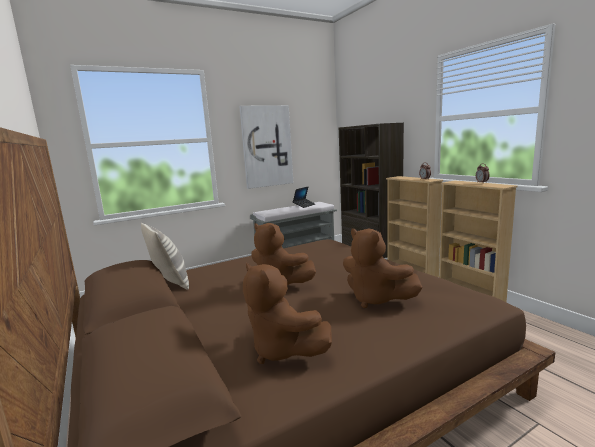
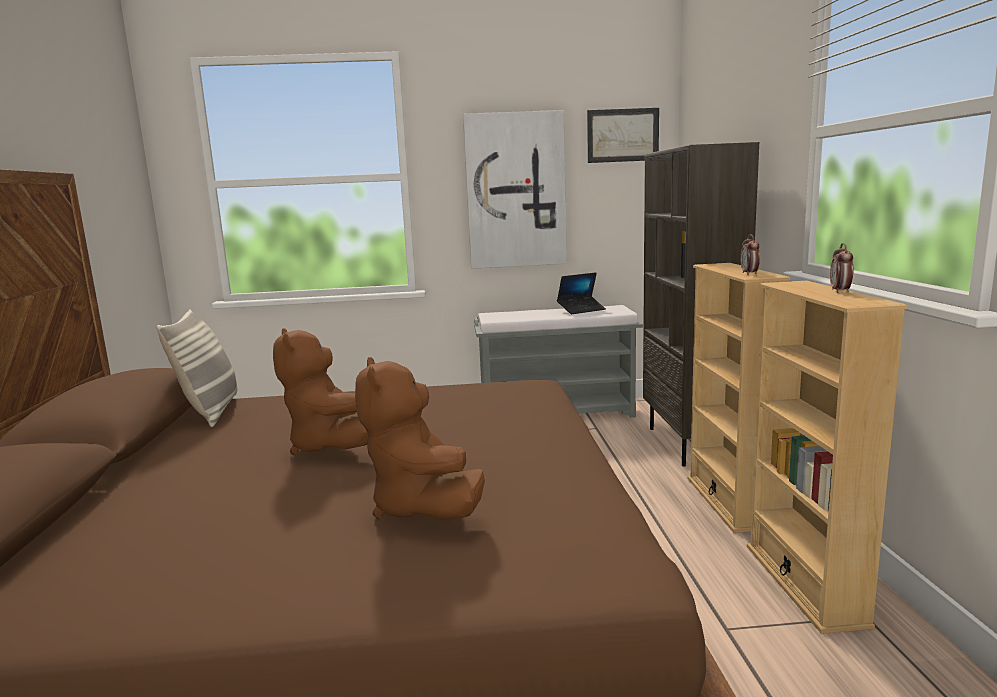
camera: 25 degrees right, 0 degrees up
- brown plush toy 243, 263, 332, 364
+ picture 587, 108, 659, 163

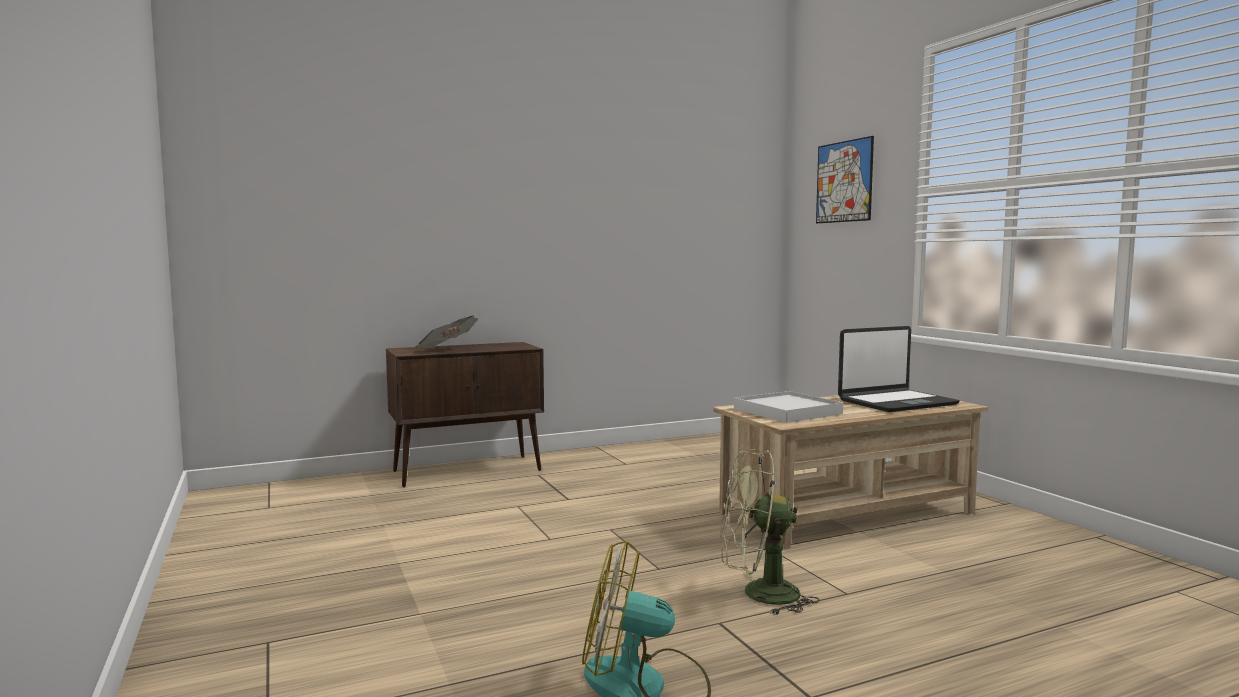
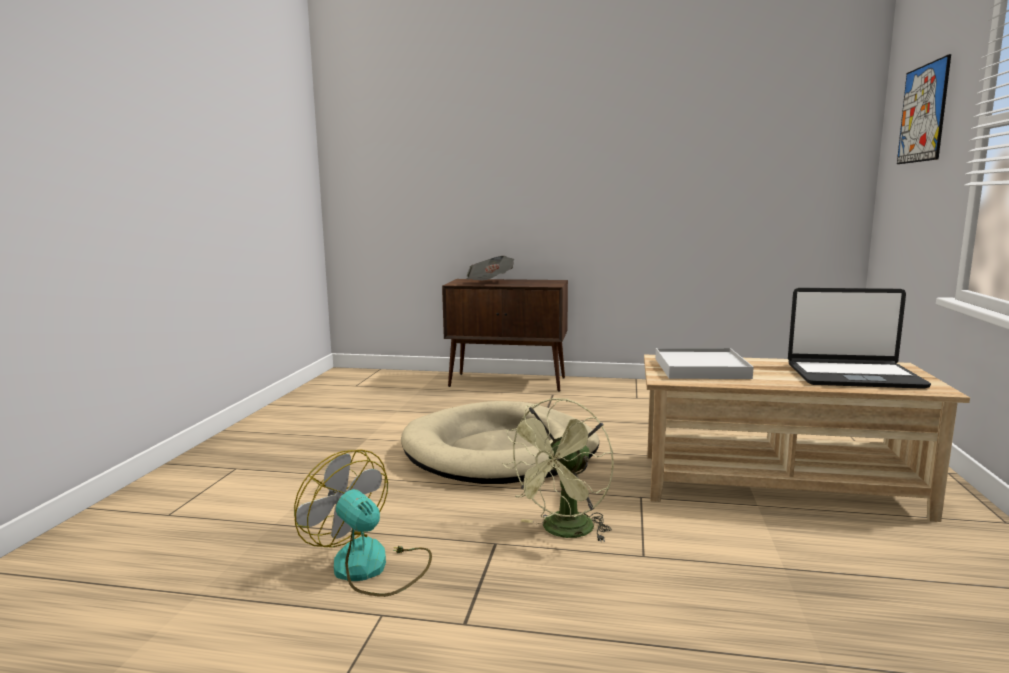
camera: 35 degrees right, 5 degrees up
~ green fan 720, 449, 820, 616 = 502, 398, 614, 542 90 degrees counterclockwise
+ beige dog bed 401, 401, 599, 484

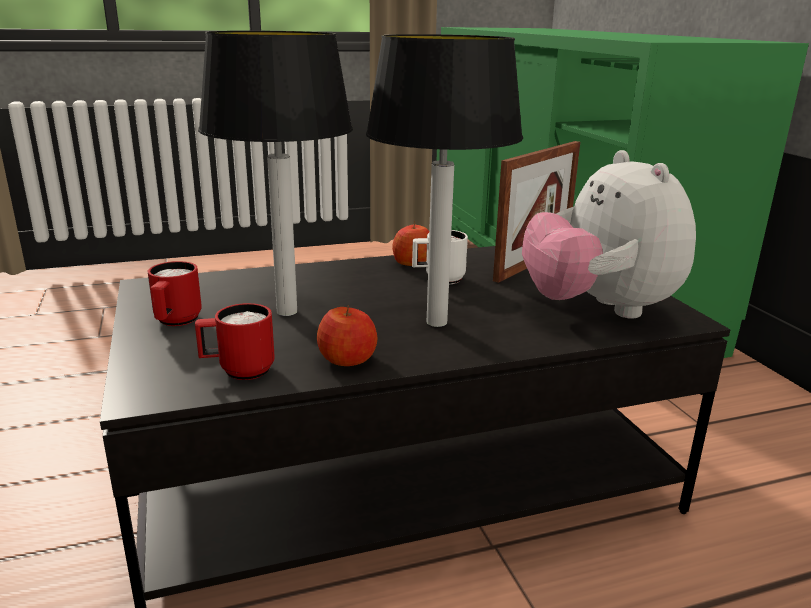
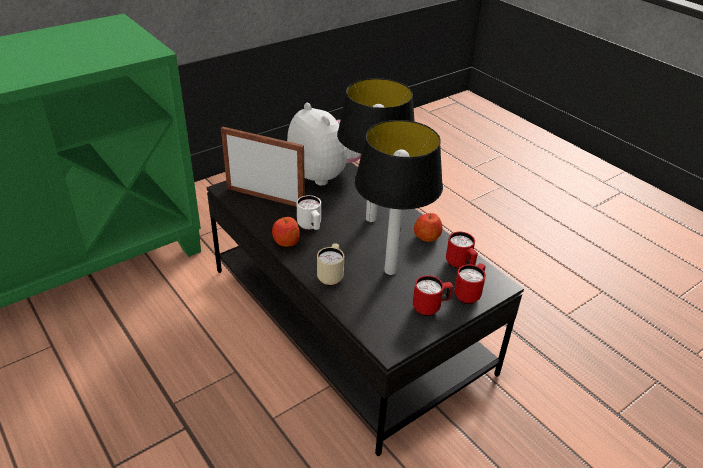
camera: 110 degrees left, 15 degrees up
~ plush toy 522, 150, 696, 319 = 287, 103, 361, 186 90 degrees counterclockwise
+ beige mug 317, 243, 344, 286
+ red mug 454, 263, 486, 304

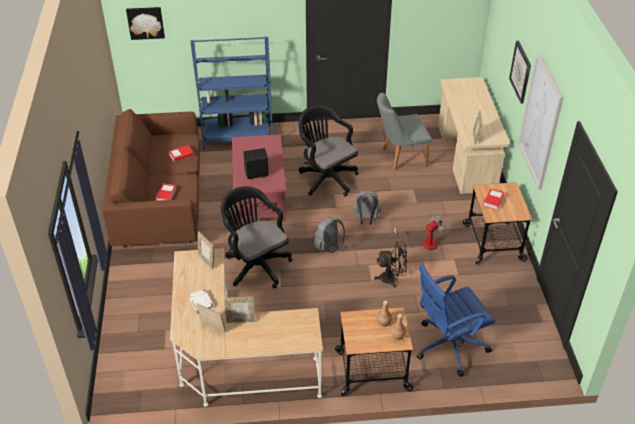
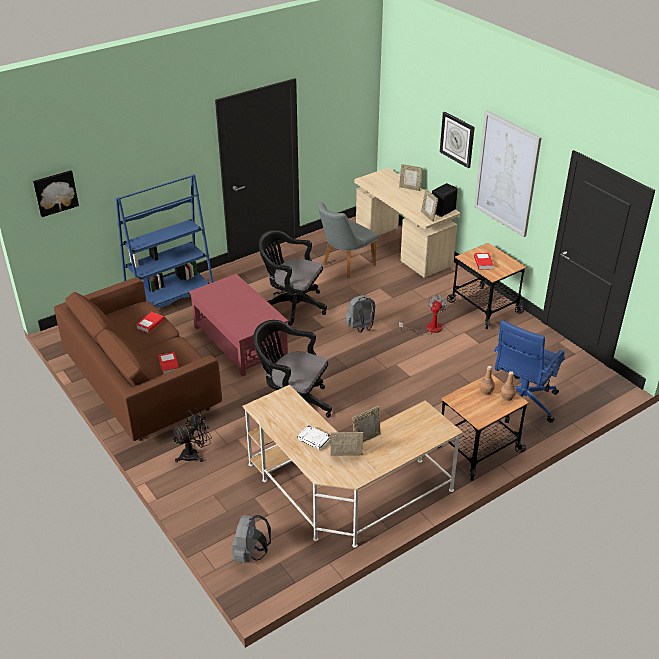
camera: 30 degrees left, 5 degrees down
~ black speaker 243, 148, 270, 179 to 432, 183, 458, 217
~ grey backpack 314, 217, 345, 253 to 232, 515, 271, 563
~ picture frame 198, 231, 214, 269 to 399, 164, 422, 191
~ black fan 374, 242, 408, 288 to 172, 408, 212, 462

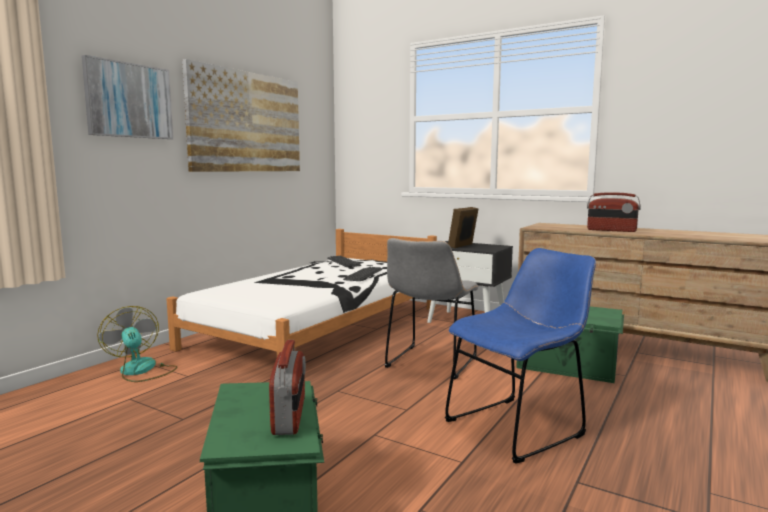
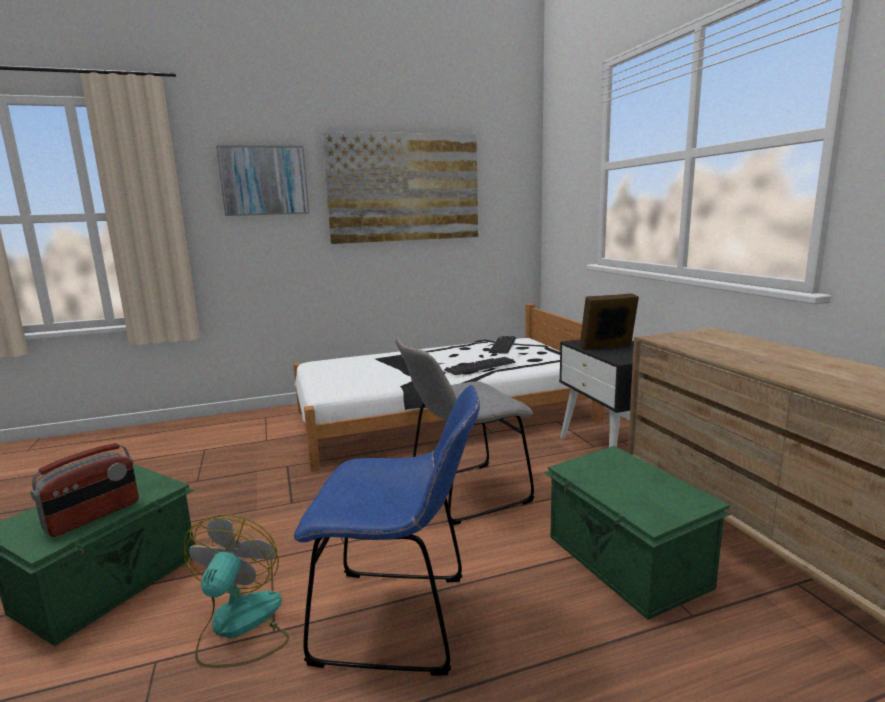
camera: 40 degrees right, 5 degrees up
- radio 587, 192, 641, 232
~ fan 97, 306, 178, 382 to 184, 514, 289, 668

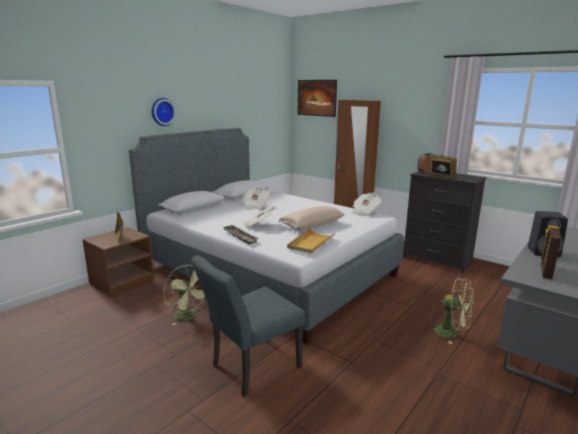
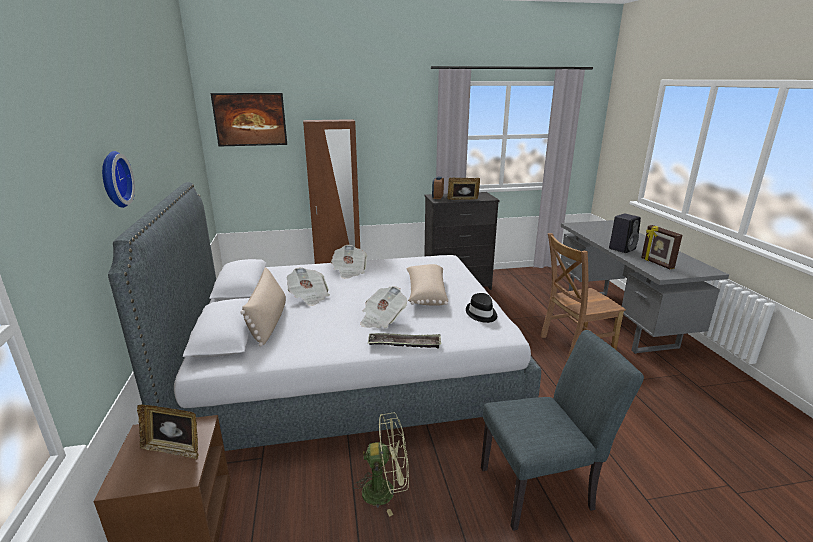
camera: 50 degrees left, 5 degrees up
~ newspaper 352, 193, 382, 215 to 331, 245, 367, 279
~ beige tray 287, 228, 336, 254 to black hat 466, 293, 497, 323
~ grey chair 191, 255, 305, 397 = 481, 330, 644, 531 105 degrees counterclockwise
~ green fan 430, 278, 474, 344 to brown chair 540, 233, 626, 360
+ beige pillow 240, 267, 286, 347

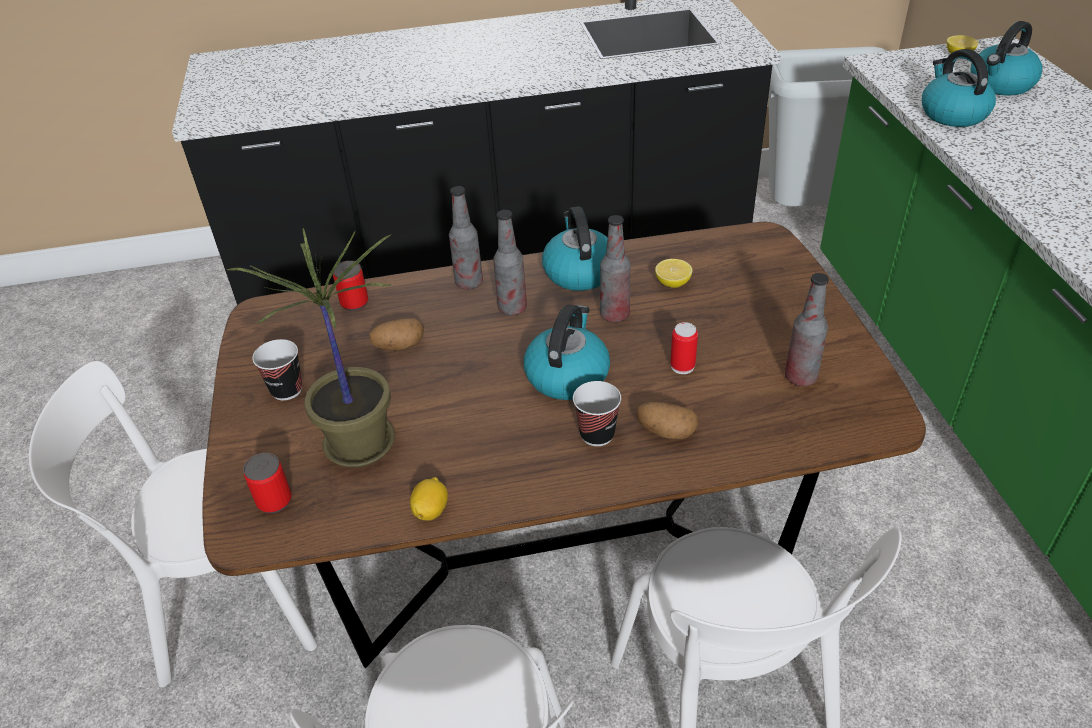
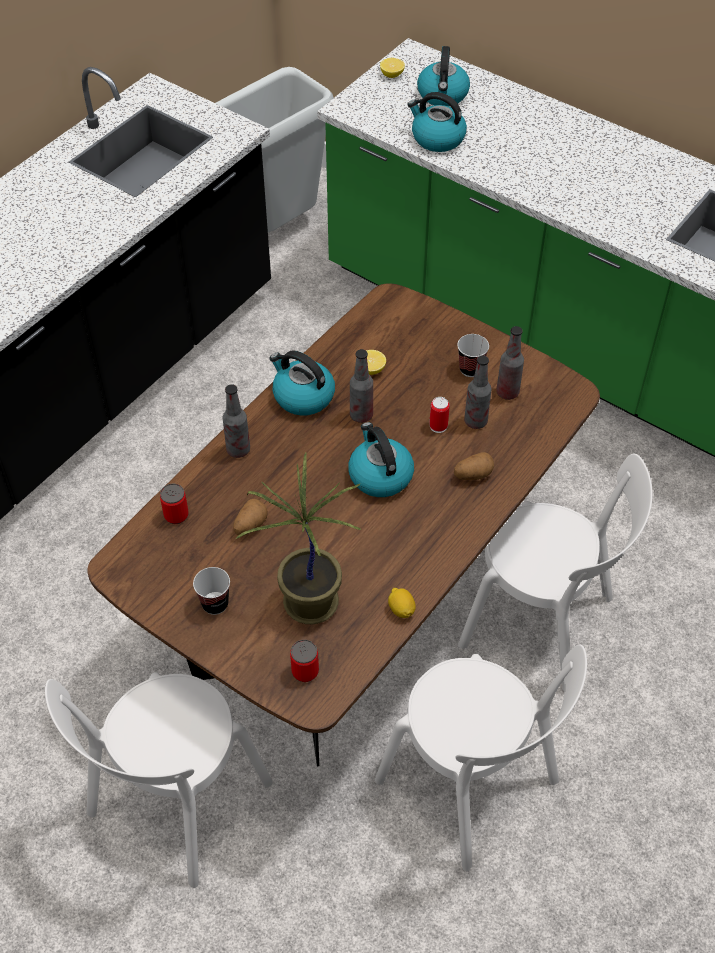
camera: 45 degrees left, 10 degrees up
~ bottle 493, 210, 527, 315 to 464, 355, 492, 429
~ cup 573, 381, 621, 446 to 457, 334, 489, 377

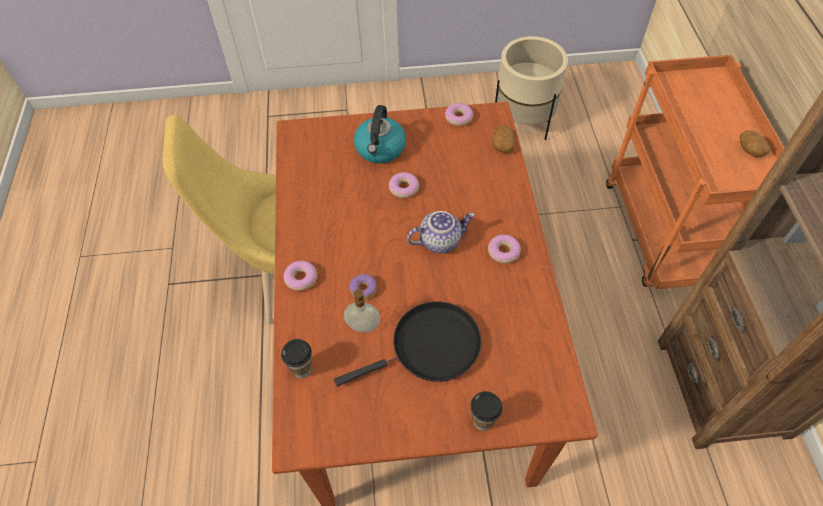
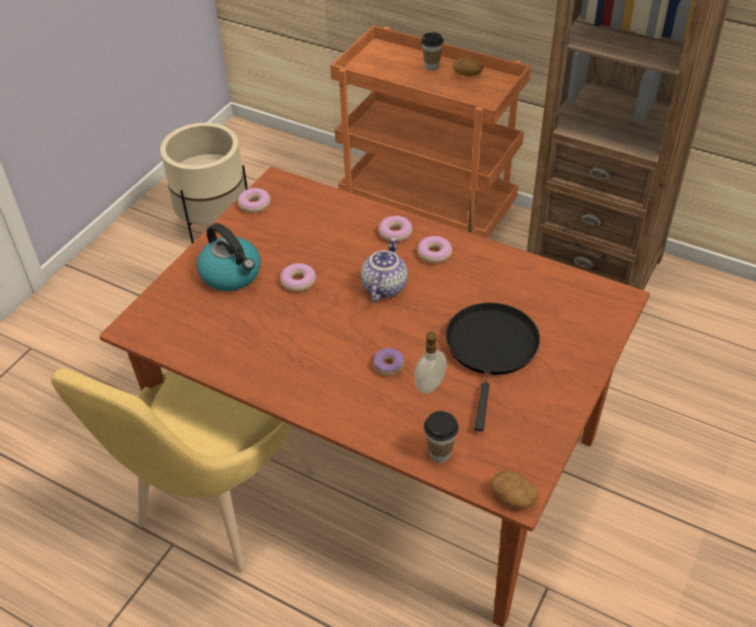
camera: 55 degrees left, 10 degrees down
~ potato 491, 125, 515, 152 to 491, 470, 539, 509
~ donut 284, 261, 317, 291 to 379, 216, 413, 242
~ cup 470, 391, 502, 431 to 421, 32, 444, 71

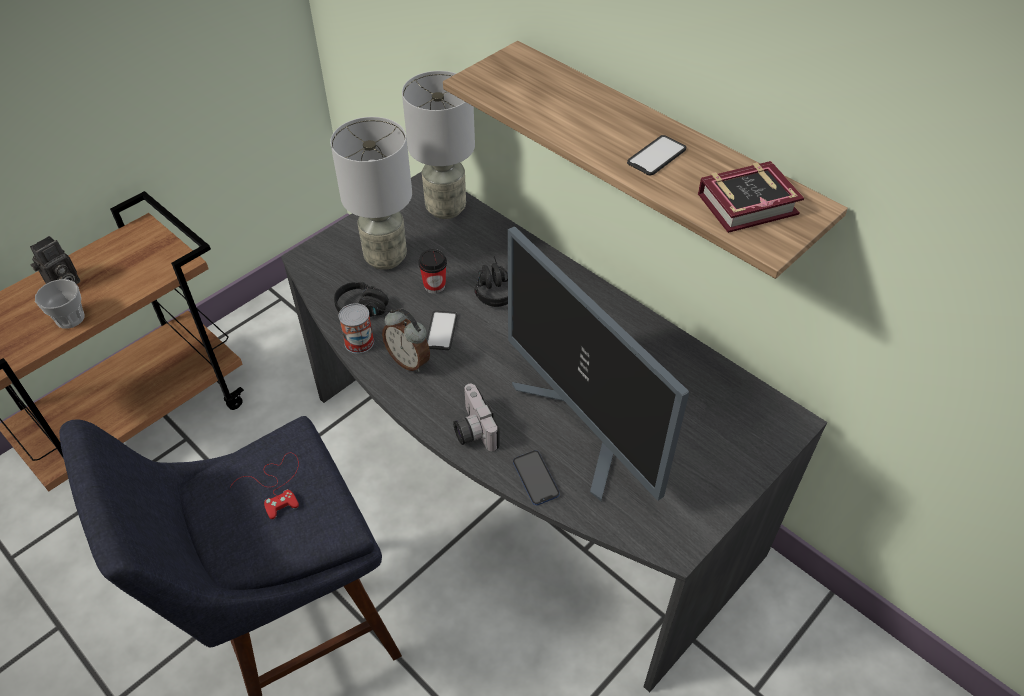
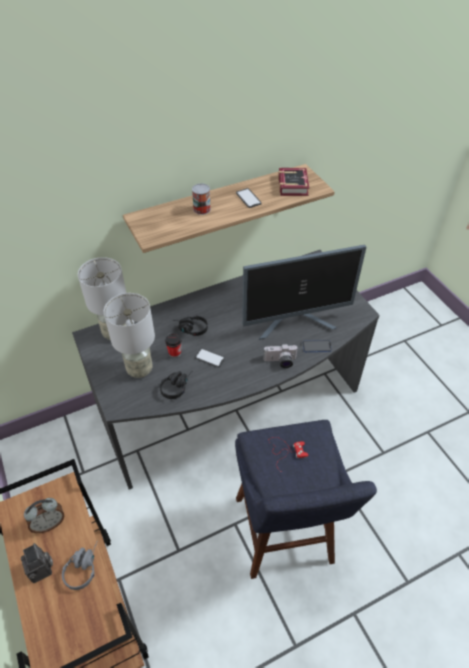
camera: 70 degrees left, 0 degrees up
~ cup 35, 279, 85, 329 to grey headphones 62, 542, 97, 590
~ can 339, 303, 374, 354 to 192, 183, 211, 215
~ alarm clock 382, 308, 430, 372 to 24, 498, 64, 533

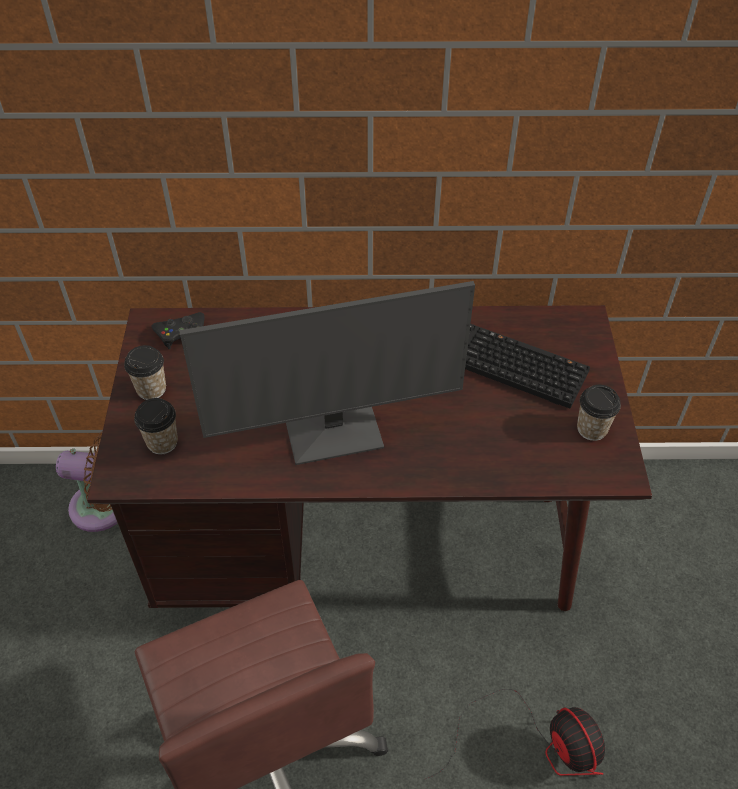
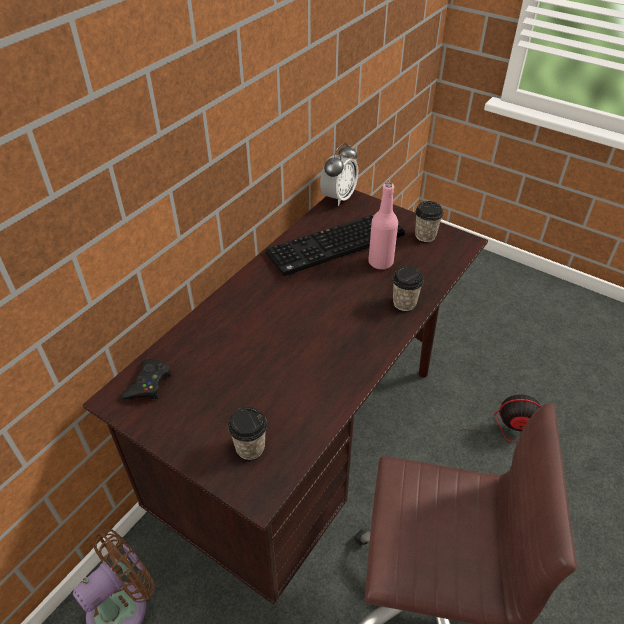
camera: 55 degrees left, 5 degrees down
- monitor 179, 281, 475, 465
~ cup 124, 345, 166, 400 to 392, 266, 424, 311
+ alarm clock 320, 143, 358, 206
+ pink bottle 368, 183, 398, 269

